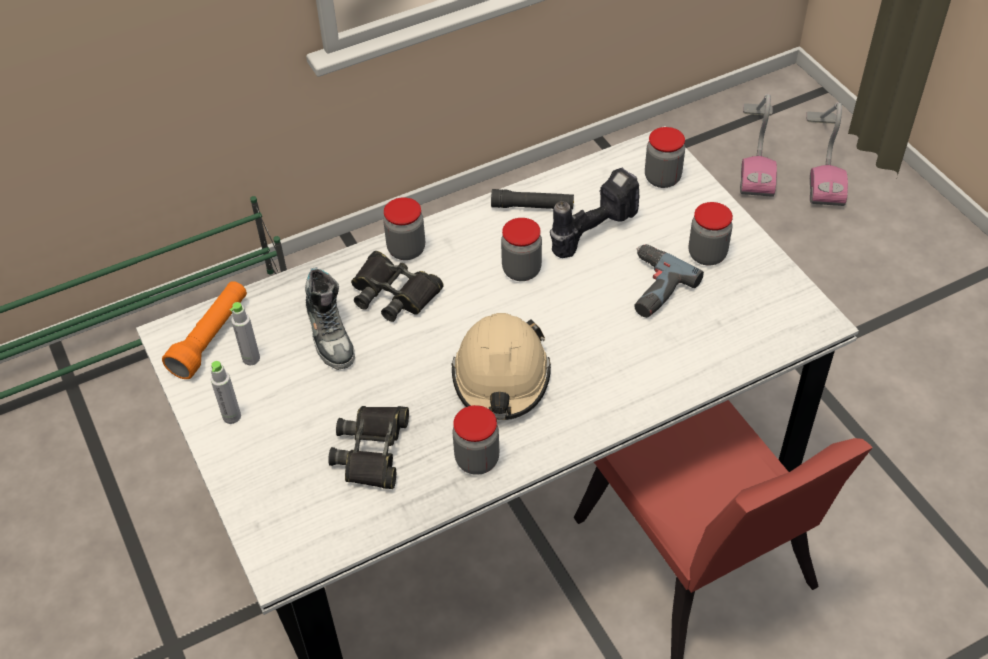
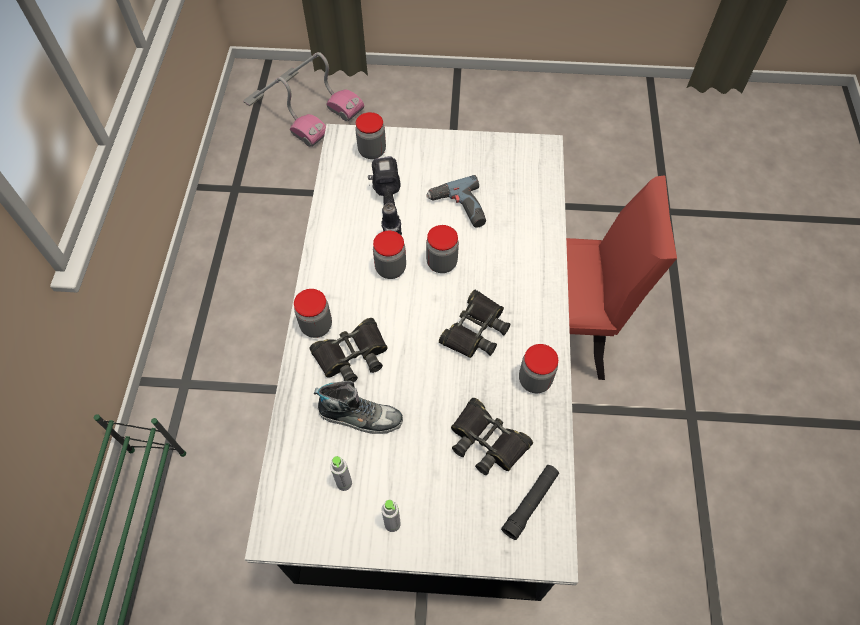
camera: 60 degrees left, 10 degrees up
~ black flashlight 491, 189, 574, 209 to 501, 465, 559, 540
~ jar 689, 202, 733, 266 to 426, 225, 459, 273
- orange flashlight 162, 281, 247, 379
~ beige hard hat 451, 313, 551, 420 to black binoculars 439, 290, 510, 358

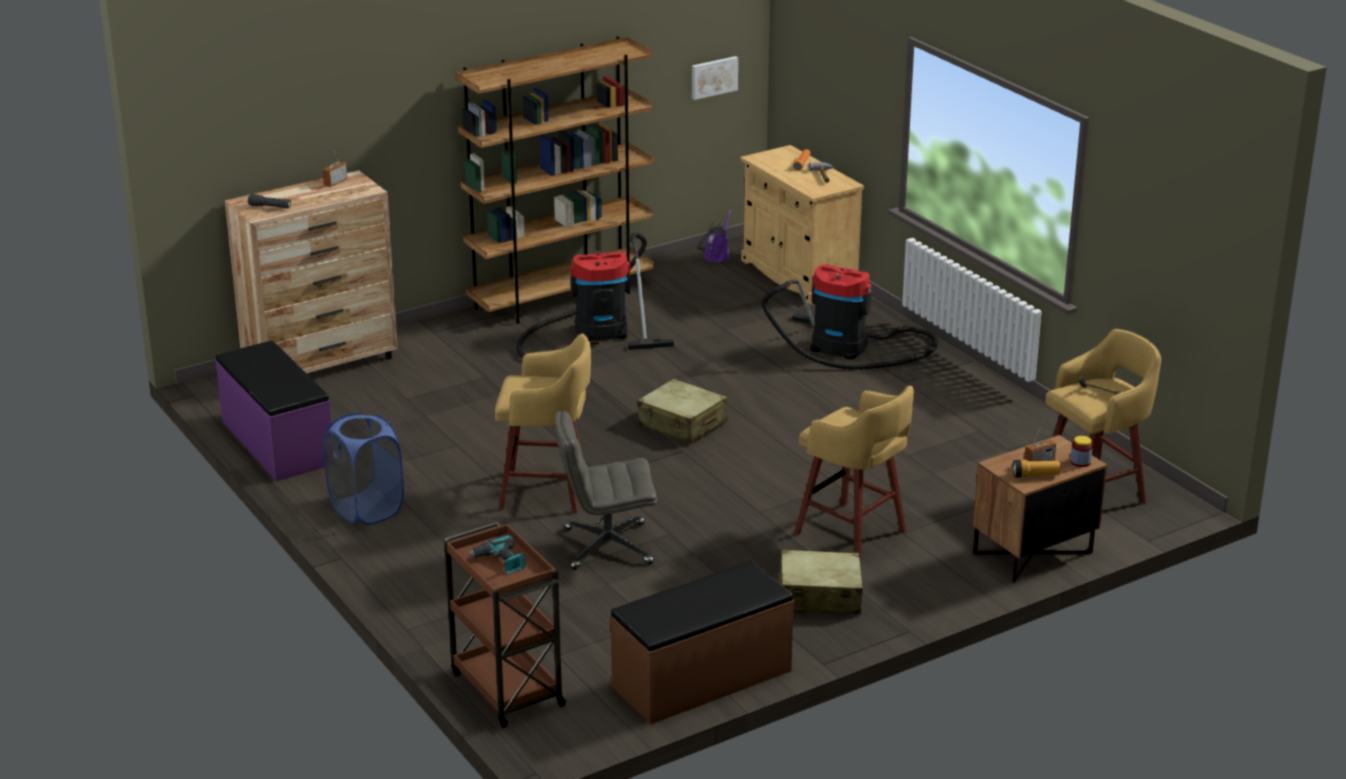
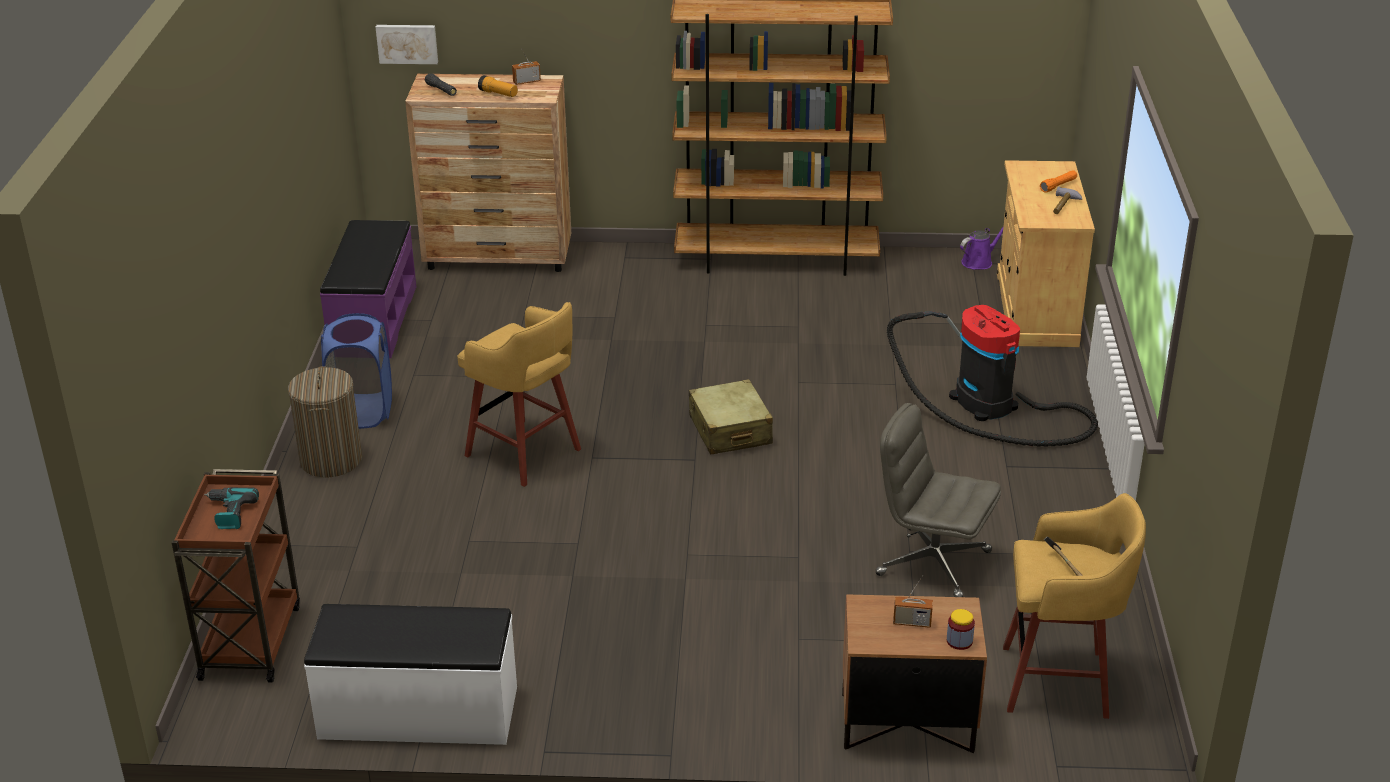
camera: 35 degrees right, 5 degrees up
~ picture 692, 56, 738, 100 to 376, 25, 438, 64
- vacuum cleaner 516, 232, 674, 359
- yellow stool 794, 386, 914, 561
~ grey office chair 555, 411, 657, 570 to 875, 403, 1001, 597
~ flashlight 1013, 460, 1060, 477 to 478, 75, 518, 97
- beige suitcase 774, 549, 863, 614
~ brown bench 610, 561, 794, 725 to white bench 304, 604, 517, 745
+ laundry basket 288, 366, 362, 477

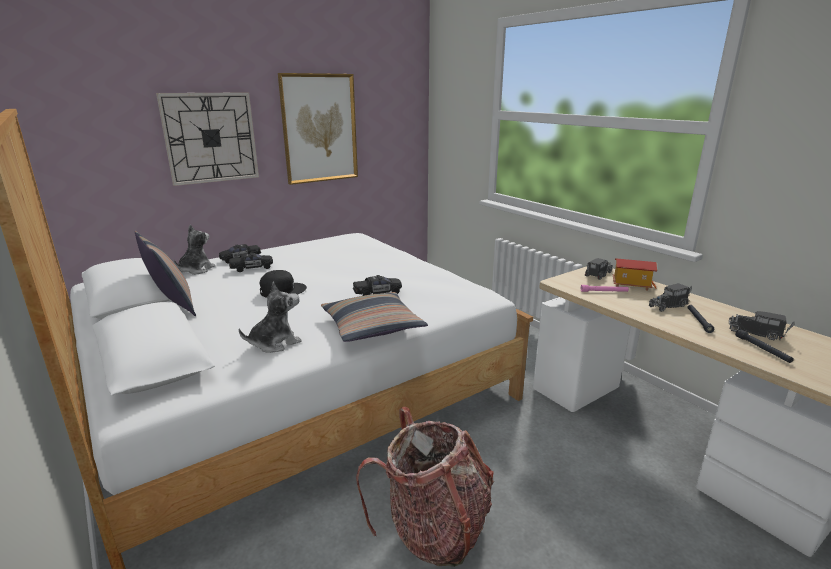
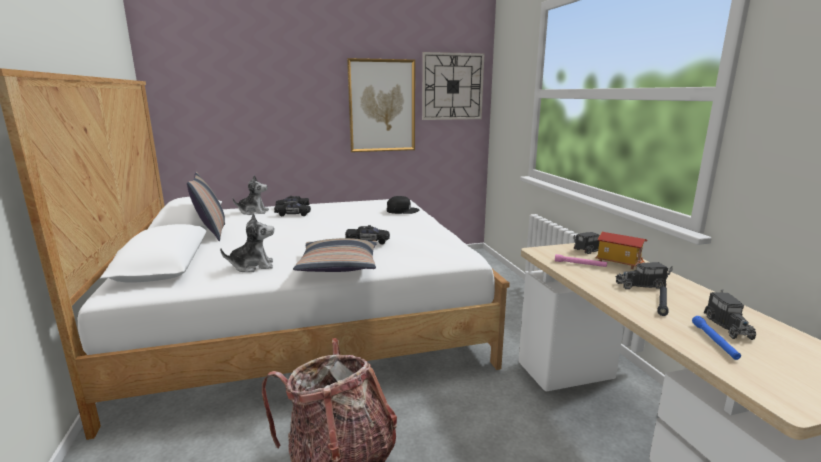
camera: 20 degrees right, 5 degrees down
~ wall clock 156, 92, 259, 186 to 422, 52, 485, 120
~ plush toy 174, 225, 215, 275 = 232, 175, 269, 215 45 degrees clockwise
~ black cap 259, 270, 307, 297 to 387, 196, 419, 214
~ toy truck 729, 311, 795, 341 = 704, 289, 757, 340 135 degrees counterclockwise
~ black flashlight 735, 329, 794, 363 to blue flashlight 692, 316, 741, 360

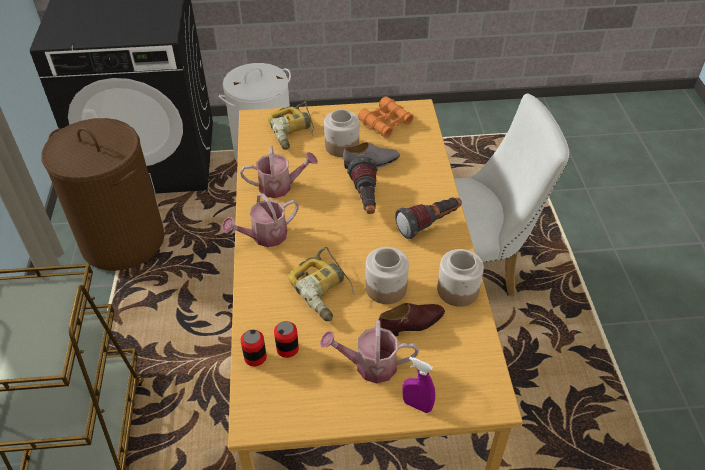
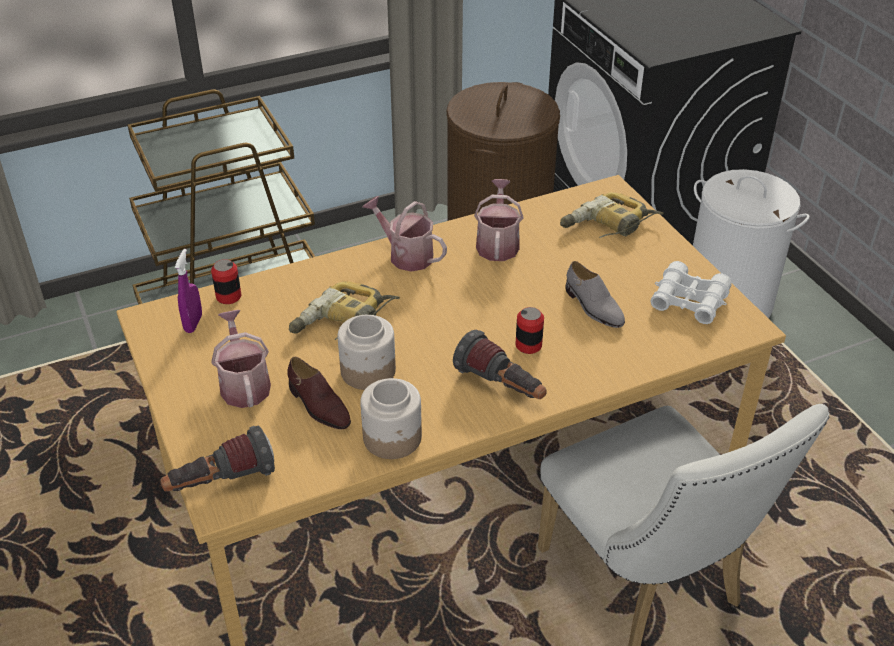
camera: 70 degrees right, 5 degrees down
~ orange binoculars 358, 96, 414, 138 to white binoculars 651, 261, 732, 324
- jar 324, 109, 359, 157
~ watering can 240, 146, 318, 198 = 474, 179, 523, 261 150 degrees counterclockwise
~ flashlight 347, 157, 378, 214 to 160, 426, 275, 492
~ can 274, 321, 299, 358 to 515, 307, 544, 354
~ purple spray bottle 402, 356, 435, 413 to 175, 249, 202, 333

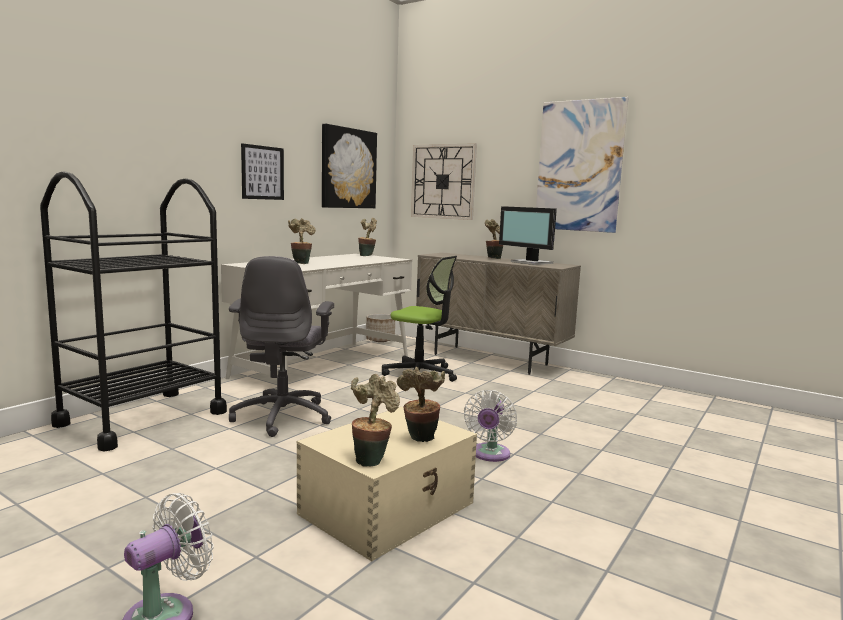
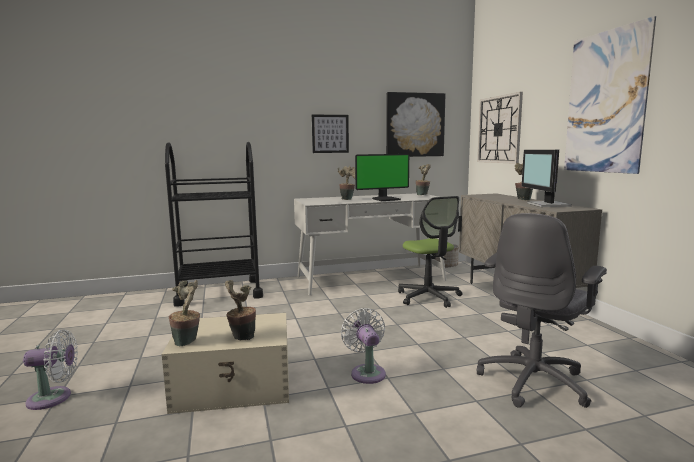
camera: 40 degrees right, 0 degrees up
~ grey office chair 229, 256, 334, 437 to 476, 213, 607, 408
~ white fan 464, 390, 517, 462 = 341, 308, 386, 384 105 degrees clockwise
+ monitor 355, 154, 409, 201

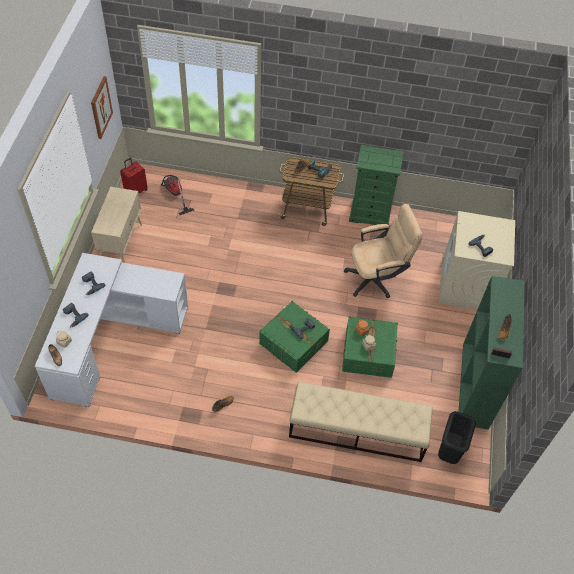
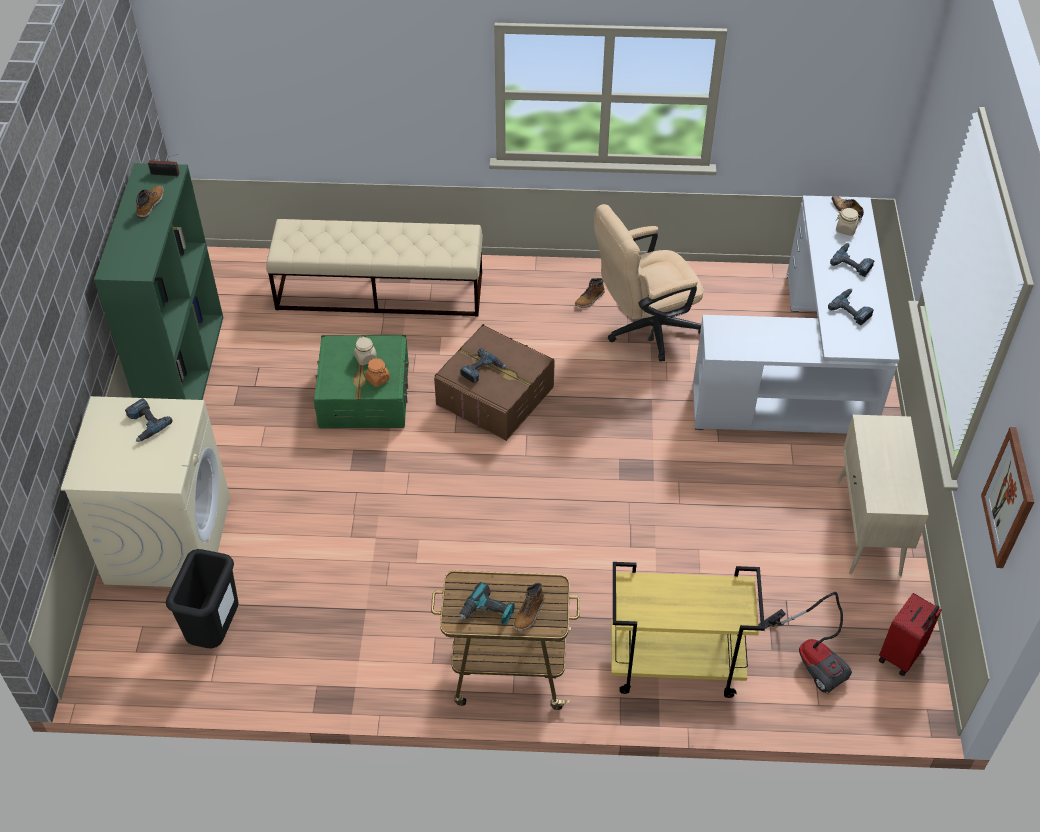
camera: 175 degrees right, 5 degrees down
- green dresser 349, 145, 403, 225
~ beige office chair 344, 204, 423, 299 to 594, 204, 704, 361
~ green storage box 259, 301, 330, 373 to brown storage box 434, 324, 555, 441
~ black trash can 438, 411, 476, 464 to 166, 549, 239, 648
+ yellow cart 611, 562, 765, 698

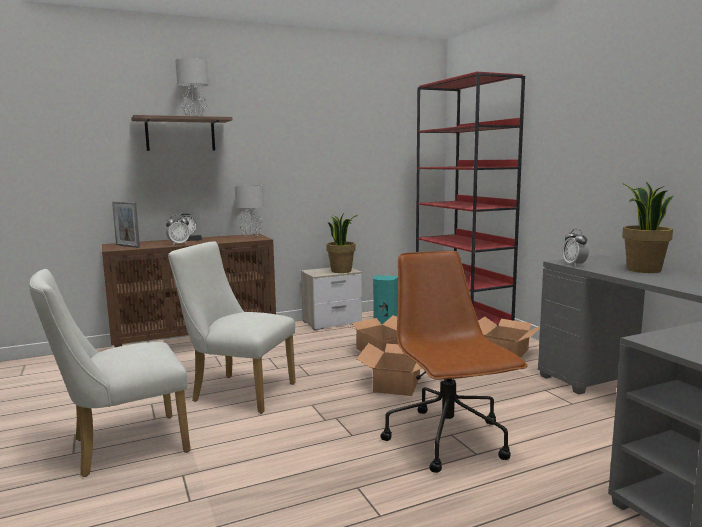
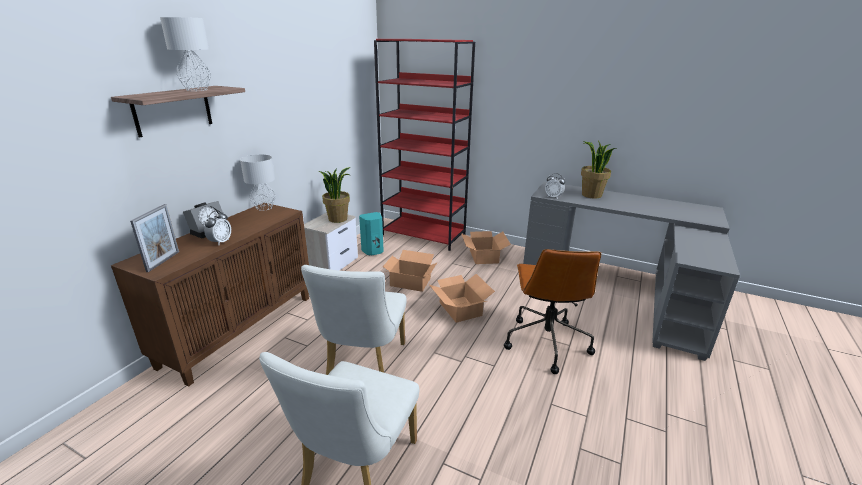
camera: 40 degrees left, 15 degrees up
~ picture frame 112, 201, 140, 248 = 130, 204, 179, 272 75 degrees counterclockwise
~ white chair 168, 241, 296, 414 = 301, 265, 407, 375 60 degrees counterclockwise
~ brown office chair 380, 251, 527, 473 = 504, 249, 601, 374 120 degrees counterclockwise

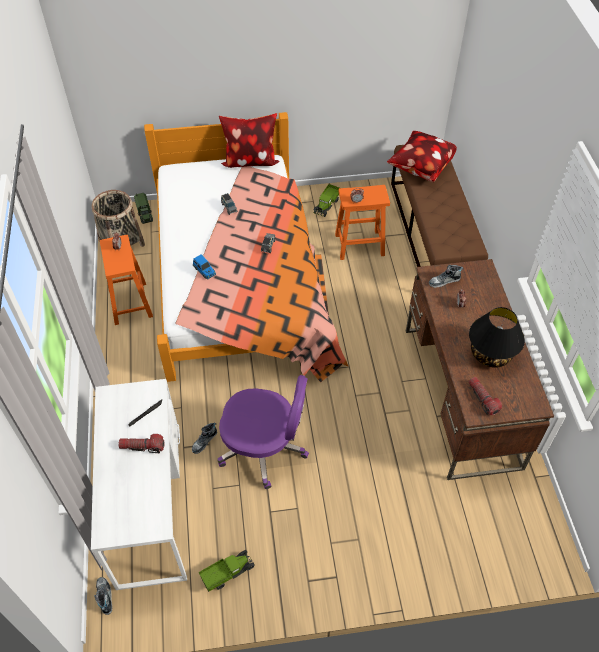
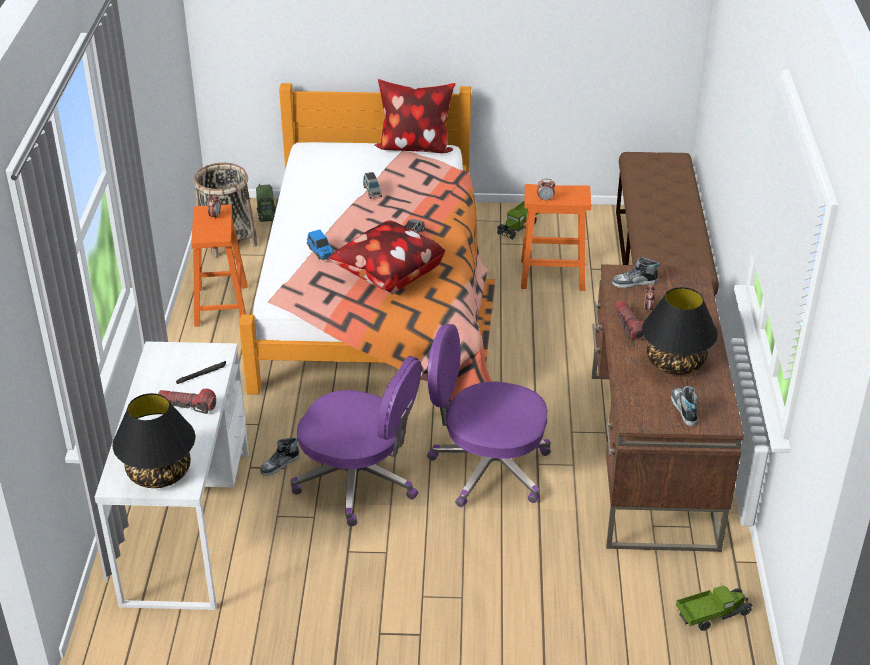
camera: 10 degrees right, 15 degrees down
~ pillow 387, 131, 457, 182 to 328, 220, 445, 295
~ flashlight 469, 377, 502, 415 to 615, 300, 645, 340
~ toy truck 199, 550, 254, 592 to 676, 583, 752, 631
~ shoe 94, 577, 112, 615 to 671, 386, 698, 426
+ purple office chair 427, 324, 551, 507
+ black table lamp 112, 393, 195, 488

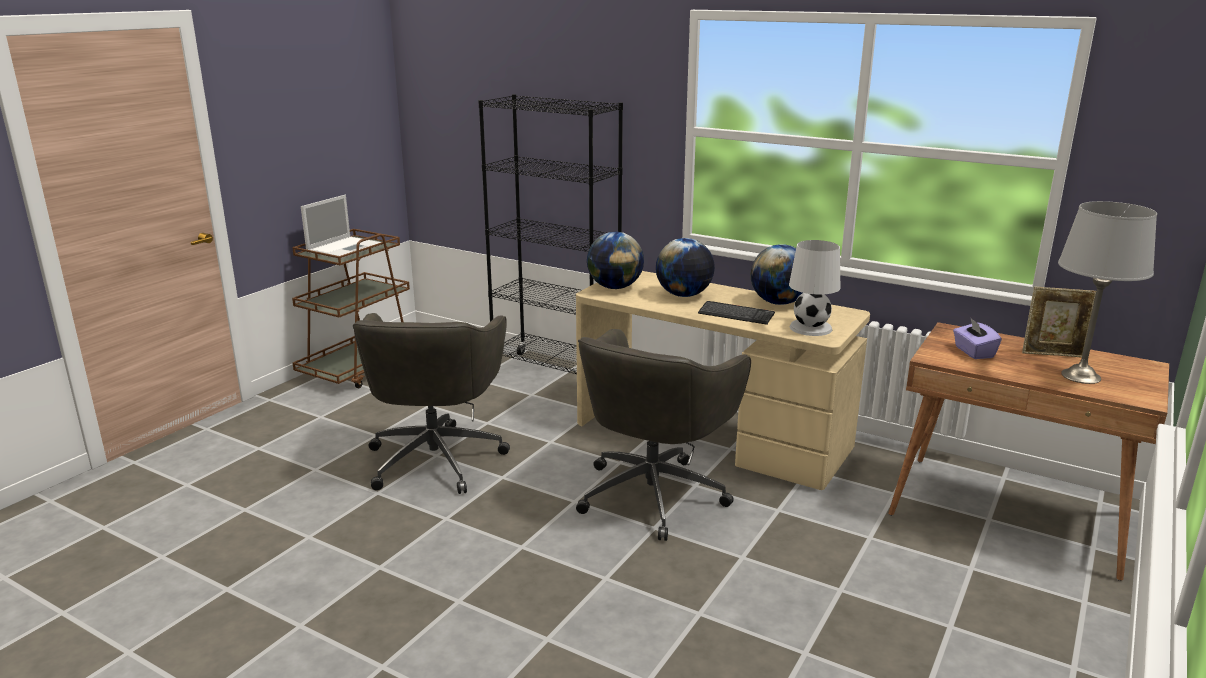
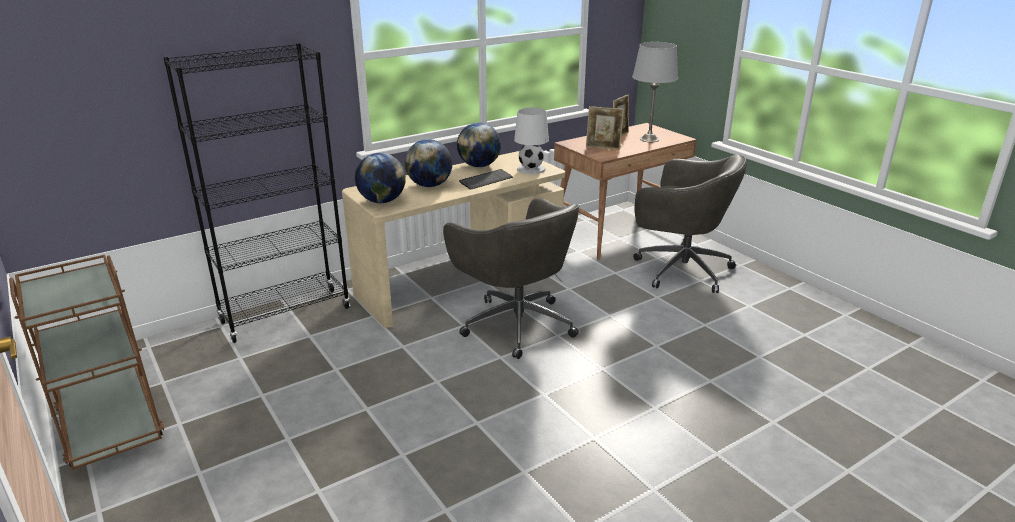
camera: 65 degrees left, 5 degrees up
- laptop 301, 195, 381, 259
~ grey office chair 353, 313, 510, 494 to 633, 154, 747, 293
~ purple tissue box 953, 317, 1002, 359 to picture frame 586, 106, 624, 150

